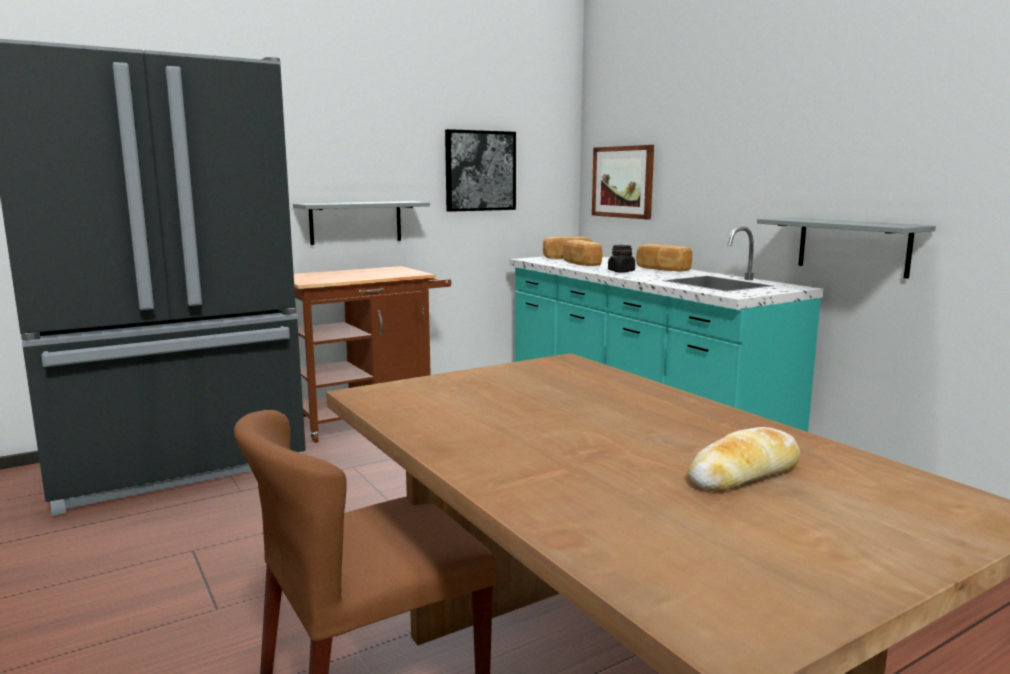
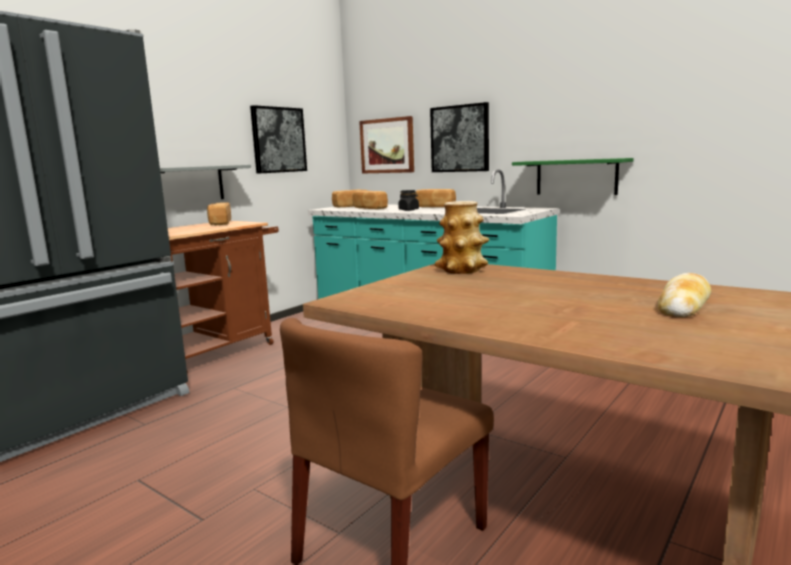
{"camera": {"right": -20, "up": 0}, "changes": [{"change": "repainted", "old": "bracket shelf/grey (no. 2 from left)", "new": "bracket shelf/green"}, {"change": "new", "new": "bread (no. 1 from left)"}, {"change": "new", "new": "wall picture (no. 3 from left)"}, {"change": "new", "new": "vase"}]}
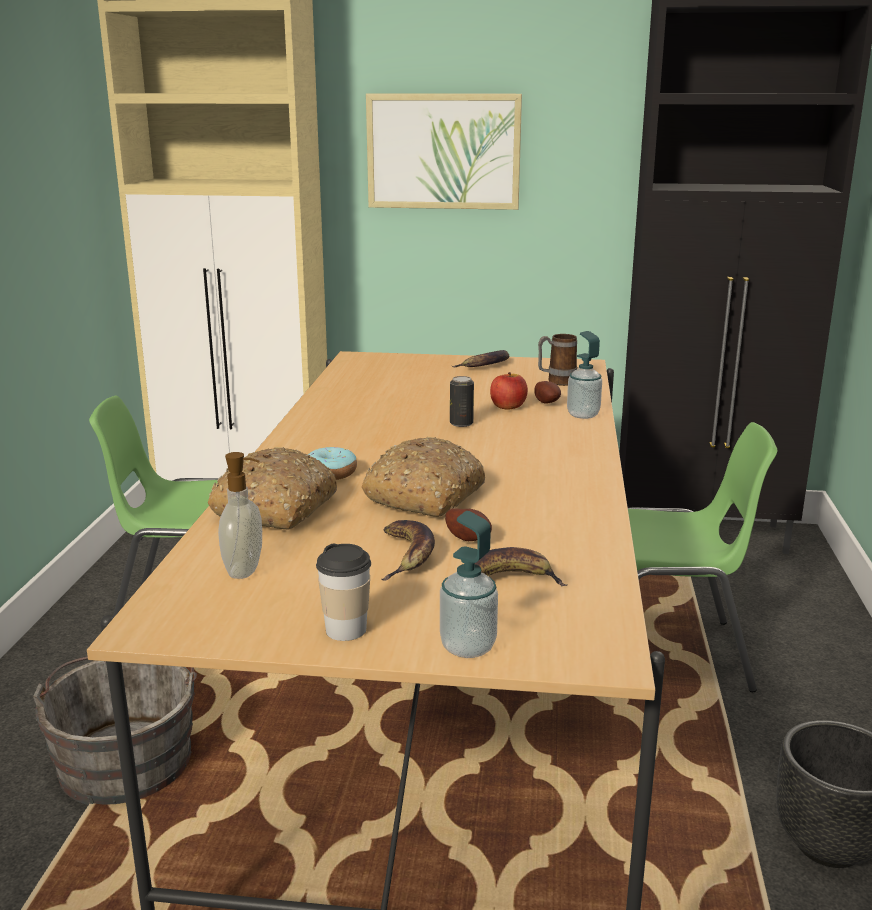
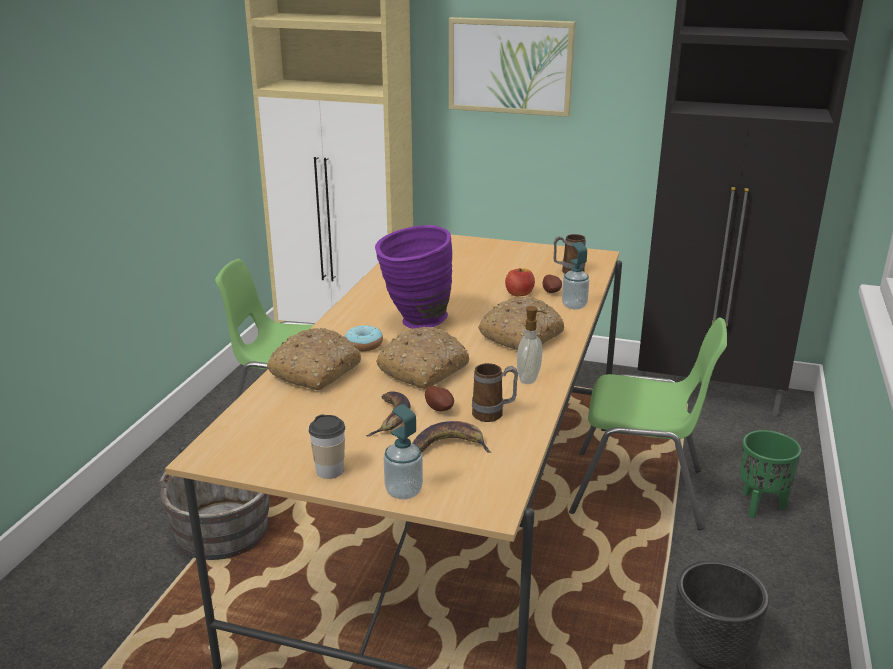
{"camera": {"right": 10, "up": 5}, "changes": [{"change": "shifted", "old": "soap dispenser (no. 1 from left in the first image)", "new": "soap dispenser (no. 2 from left)"}, {"change": "gone", "old": "can"}, {"change": "gone", "old": "banana (no. 2 from left)"}, {"change": "new", "new": "vase/purple"}, {"change": "new", "new": "coffee mug (no. 1 from left)"}, {"change": "new", "new": "bread (no. 3 from left)"}, {"change": "new", "new": "planter/green"}]}
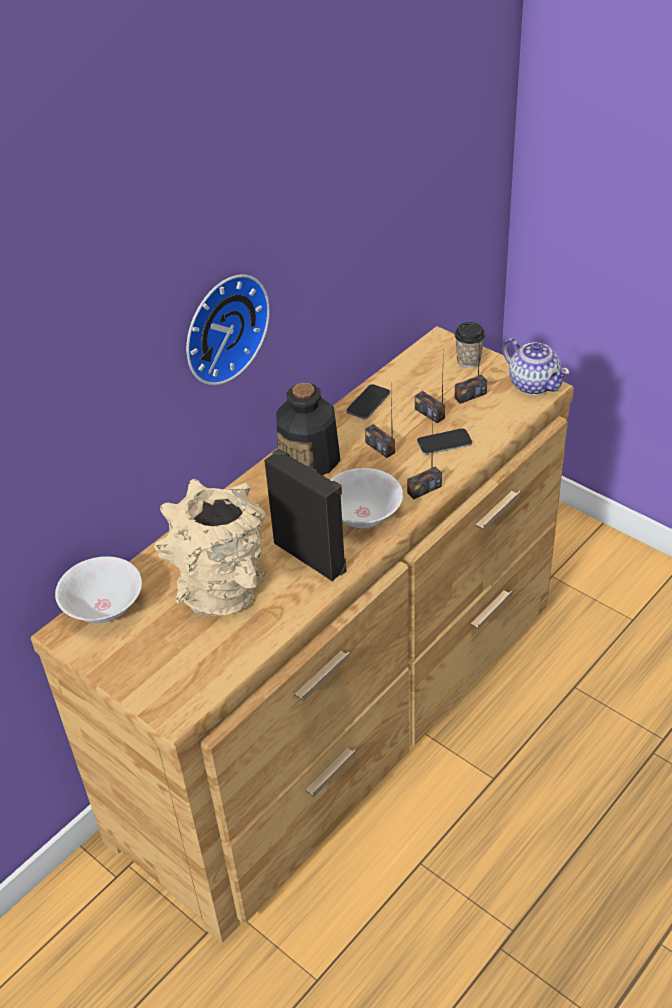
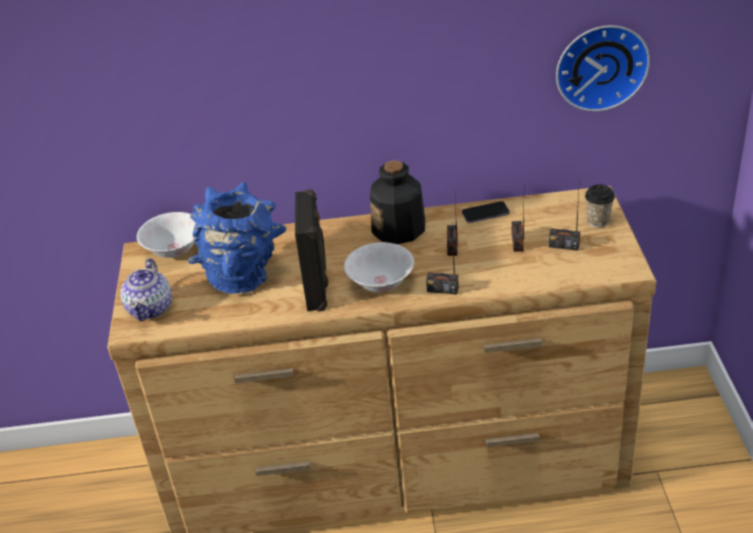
{"camera": {"right": 45, "up": -5}, "changes": [{"change": "repainted", "old": "vase/beige-coloured", "new": "vase/blue-coloured"}, {"change": "shifted", "old": "clock on the wall"}, {"change": "gone", "old": "handset (no. 2 from left)"}, {"change": "shifted", "old": "pot for tea"}]}
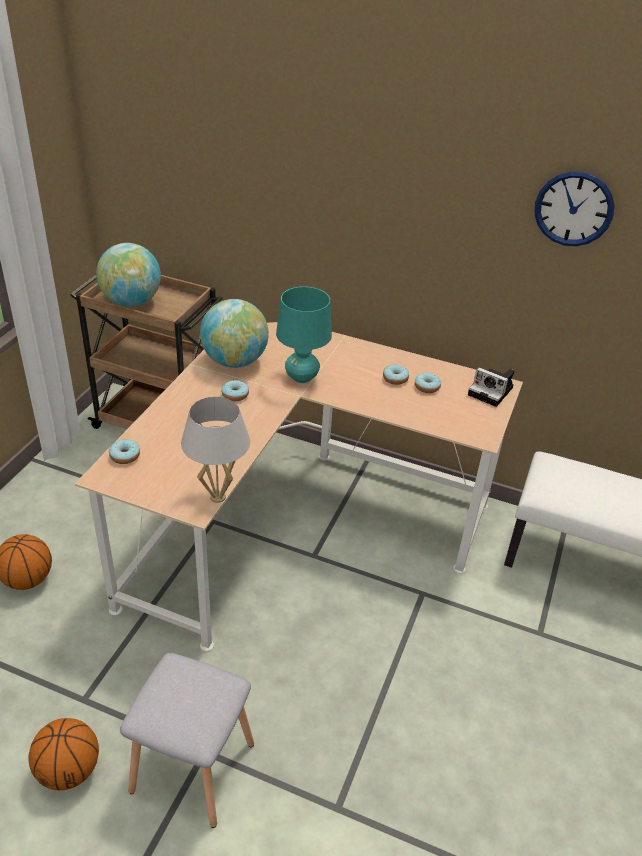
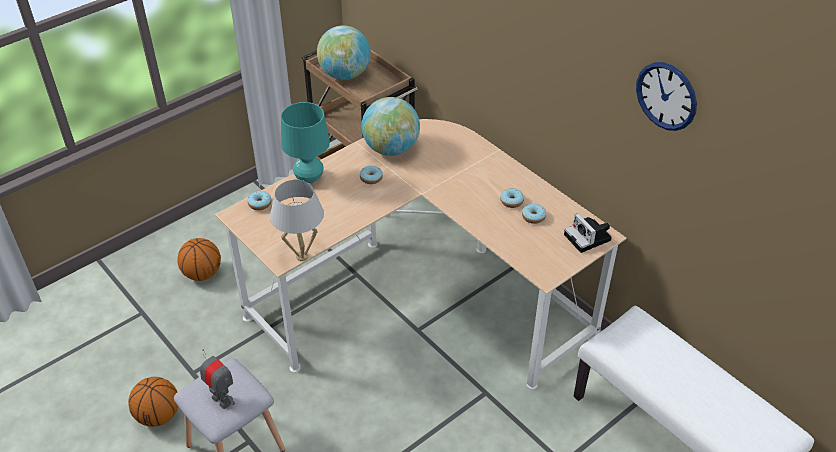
{"camera": {"right": 30, "up": 5}, "changes": [{"change": "shifted", "old": "lamp for a table/turquoise"}, {"change": "new", "new": "model robot"}]}
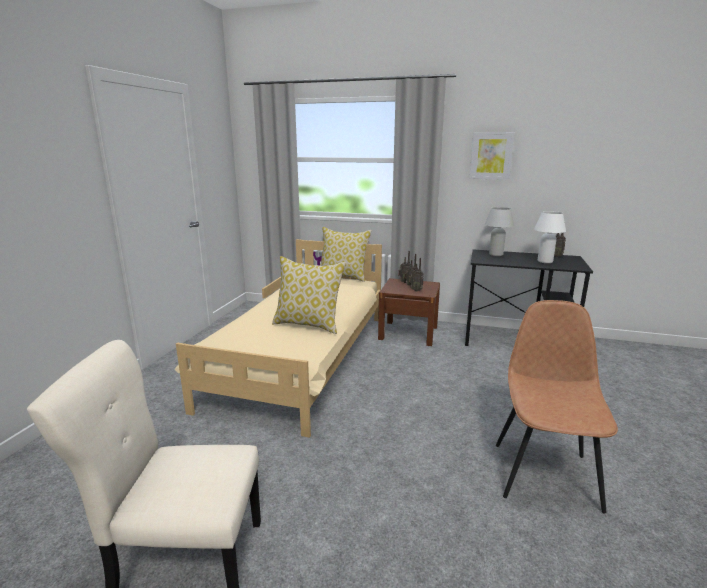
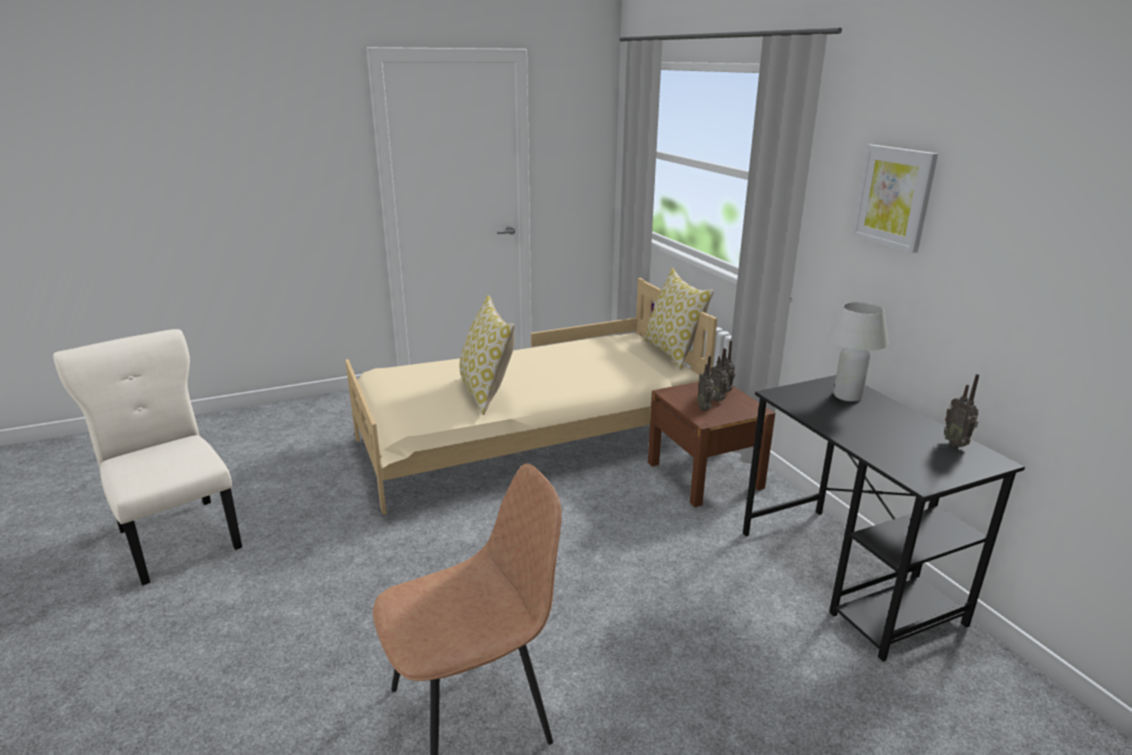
{"camera": {"right": 50, "up": 5}, "changes": [{"change": "gone", "old": "lamp for a table/white-coloured (no. 2 from left)"}]}
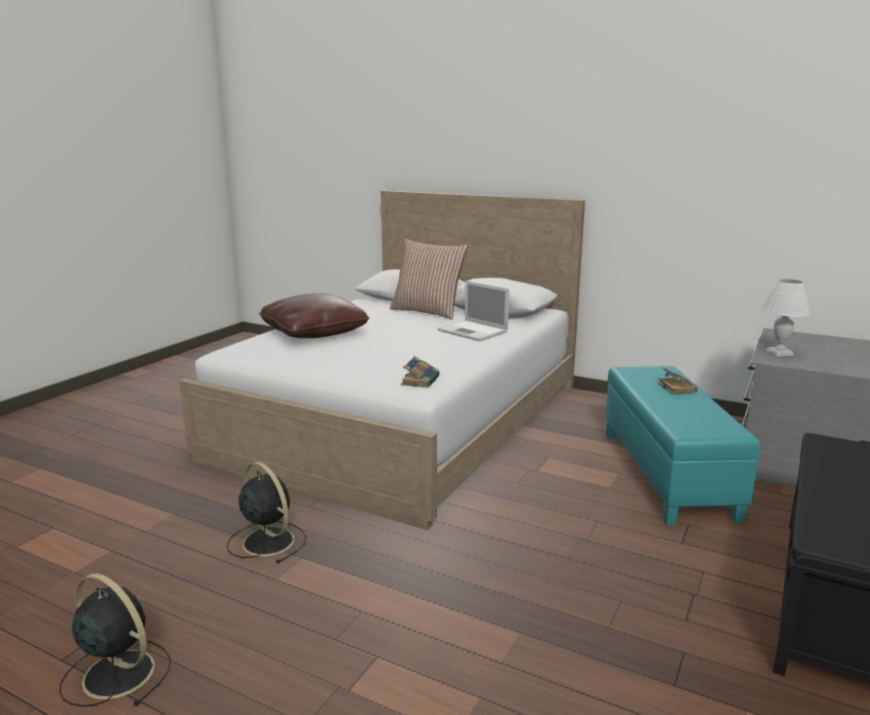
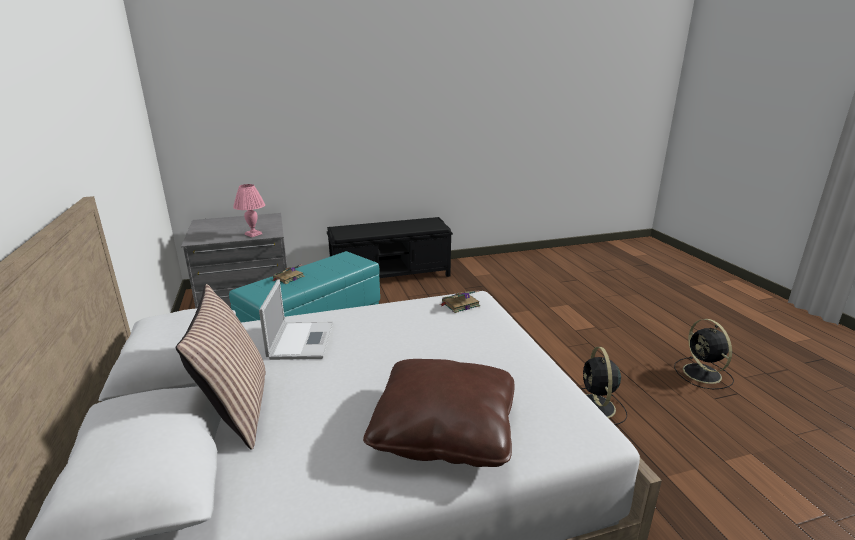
{"camera": {"right": -135, "up": 5}, "changes": [{"change": "repainted", "old": "lamp for a table/white-coloured", "new": "lamp for a table/pinkish"}]}
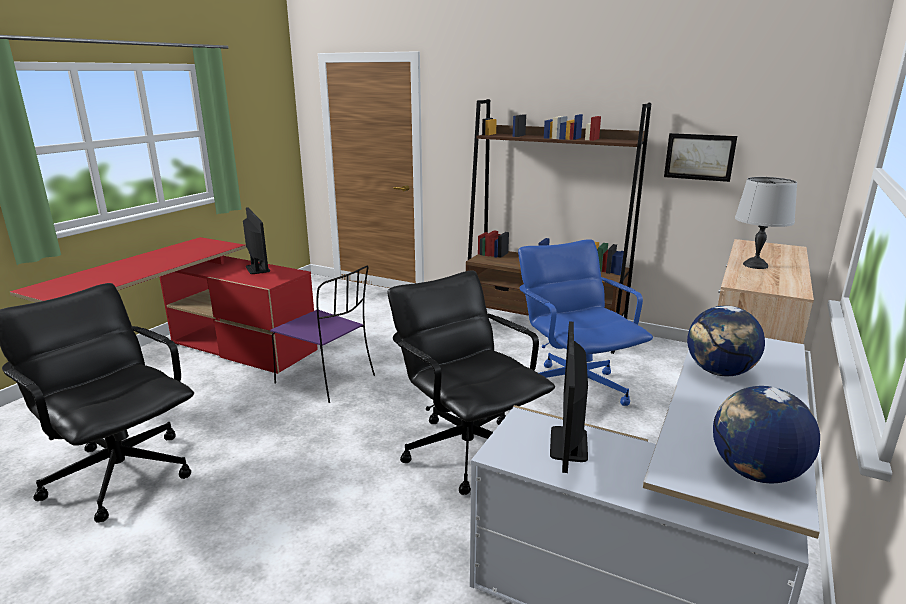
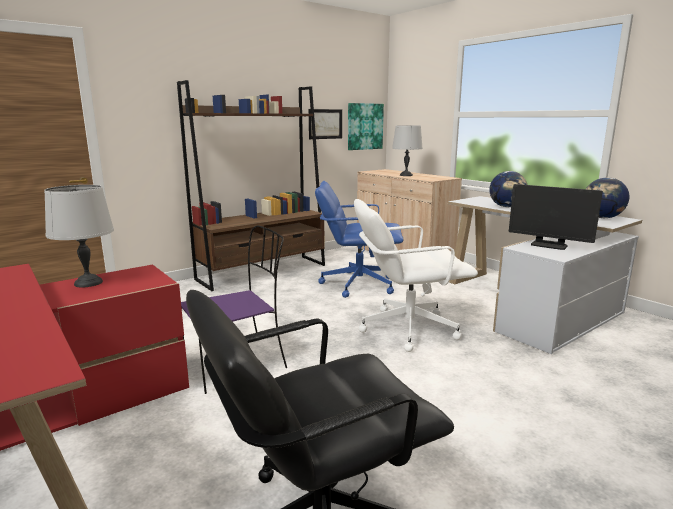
{"camera": {"right": -65, "up": -5}, "changes": [{"change": "swapped", "old": "monitor (no. 1 from left)", "new": "lamp for a table/grey (no. 1 from left)"}, {"change": "repainted", "old": "computer chair/black-coloured (no. 2 from left)", "new": "computer chair/white-coloured"}, {"change": "new", "new": "wall picture (no. 2 from left)"}]}
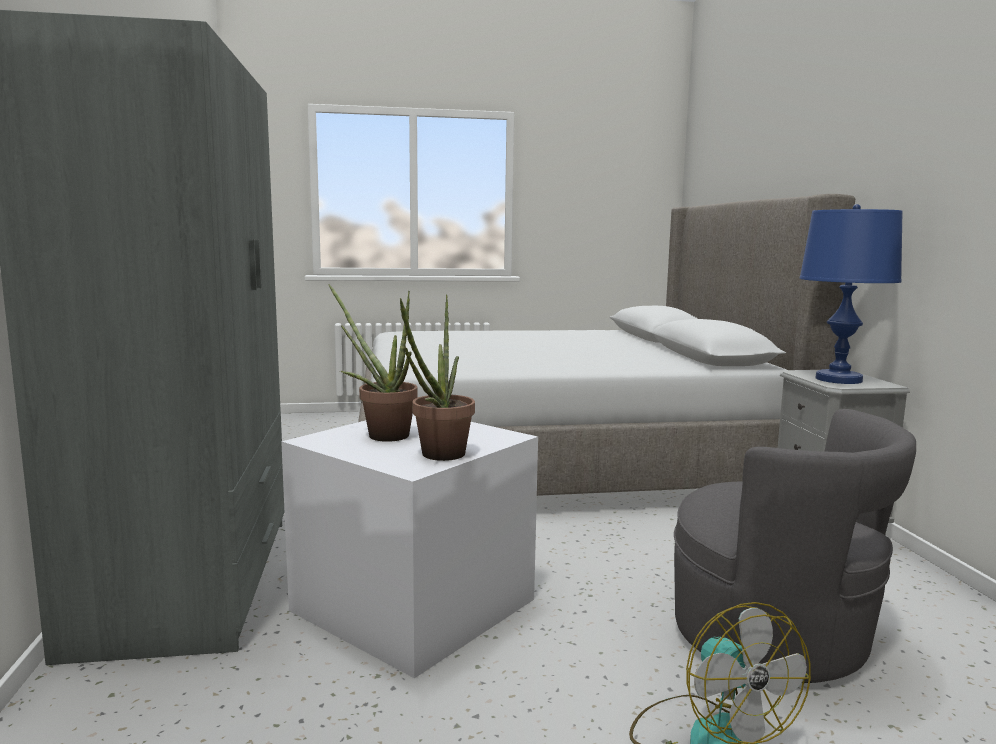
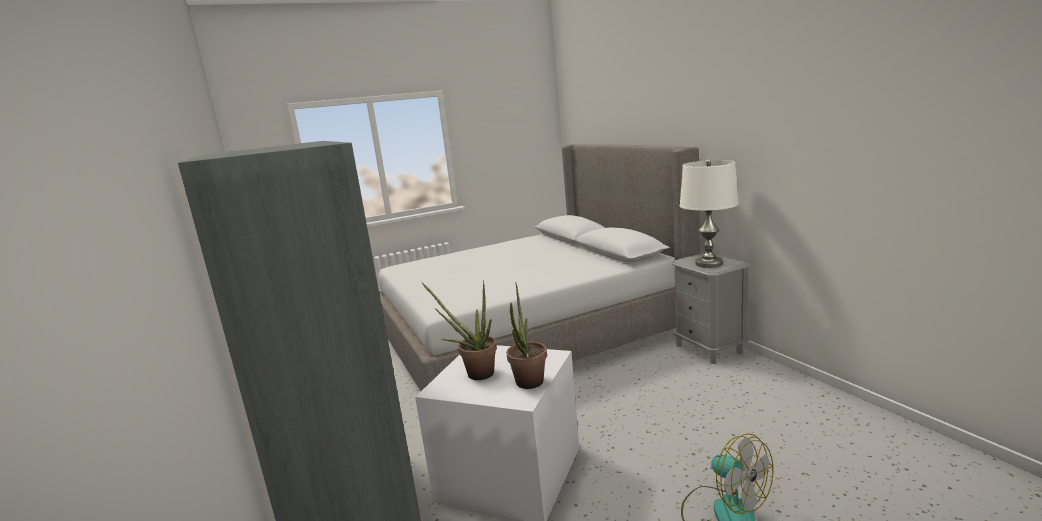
{"camera": {"right": -15, "up": 5}, "changes": [{"change": "gone", "old": "lounge chair/grey"}, {"change": "repainted", "old": "lamp for a table/blue-coloured", "new": "lamp for a table/white-coloured"}]}
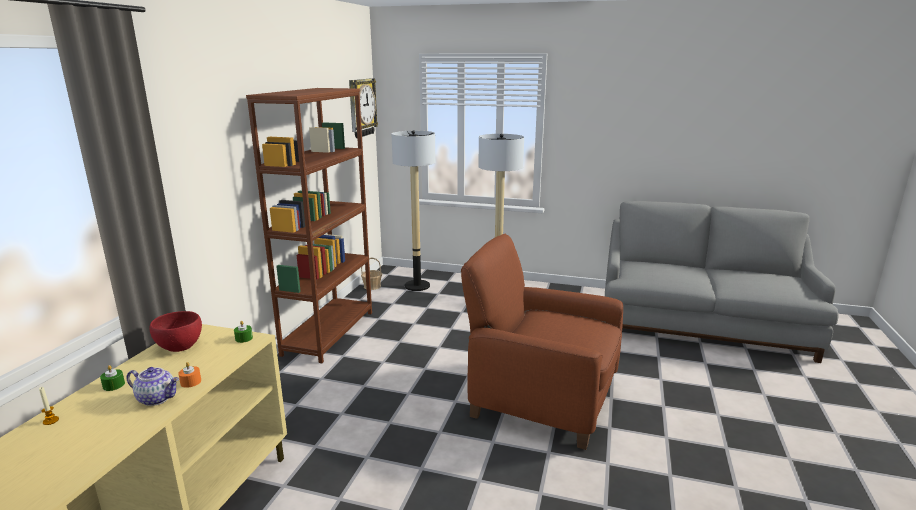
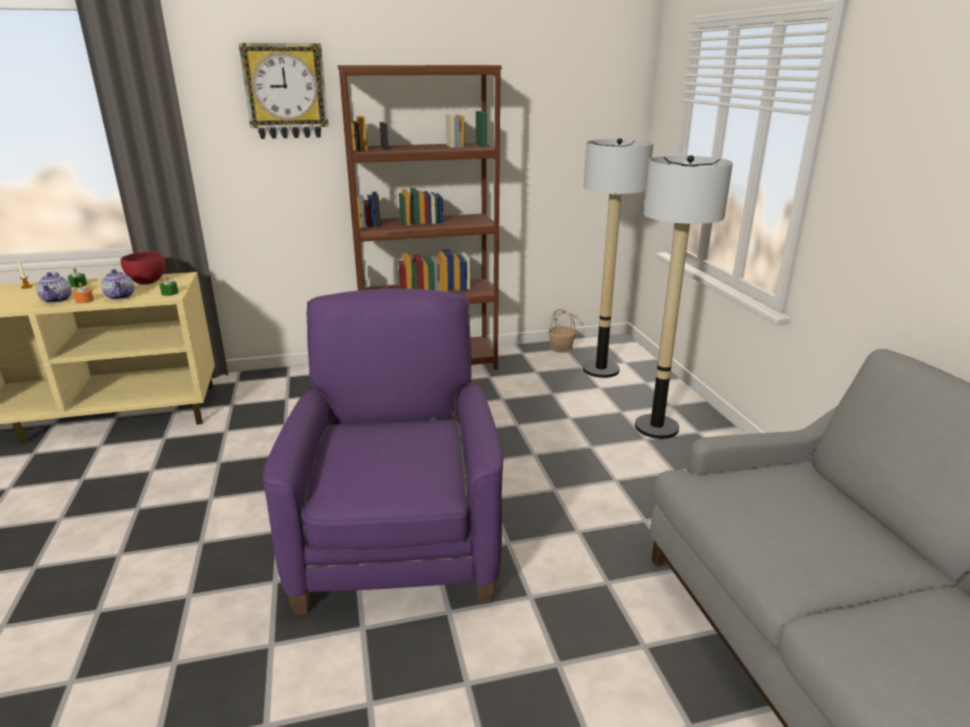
{"camera": {"right": 60, "up": 5}, "changes": [{"change": "shifted", "old": "clock on the wall"}, {"change": "repainted", "old": "lounge chair/brownish", "new": "lounge chair/purple"}, {"change": "new", "new": "pot for tea (no. 2 from left)"}]}
